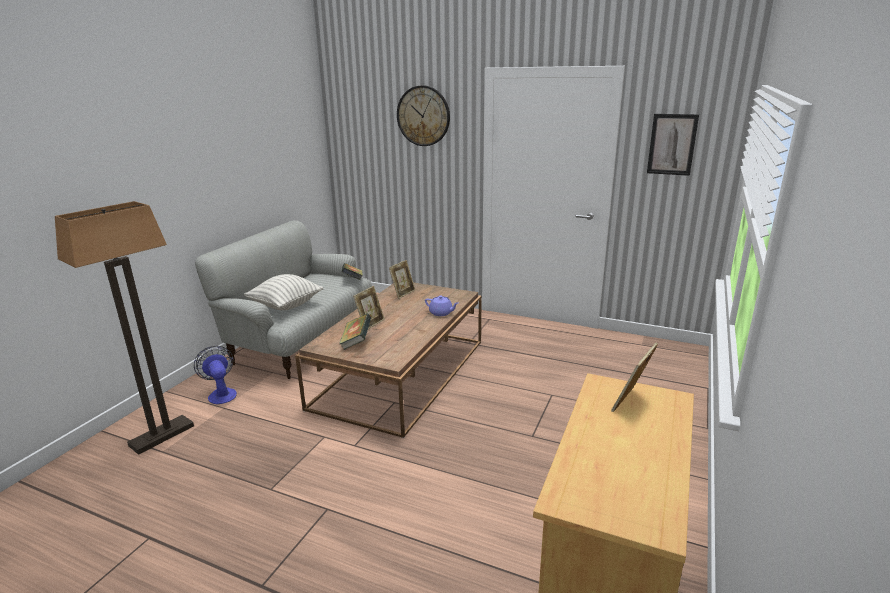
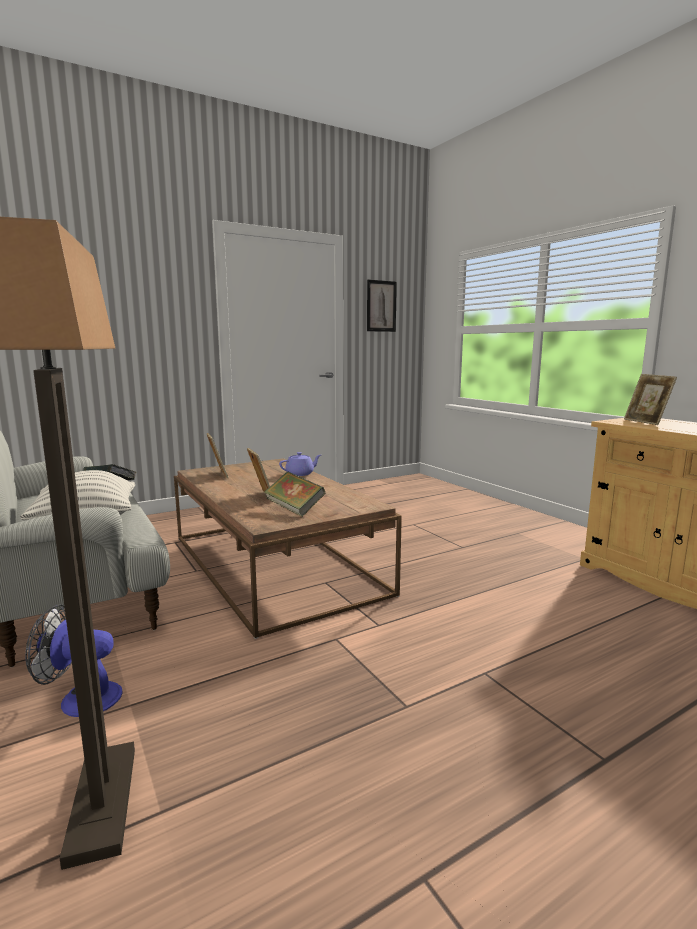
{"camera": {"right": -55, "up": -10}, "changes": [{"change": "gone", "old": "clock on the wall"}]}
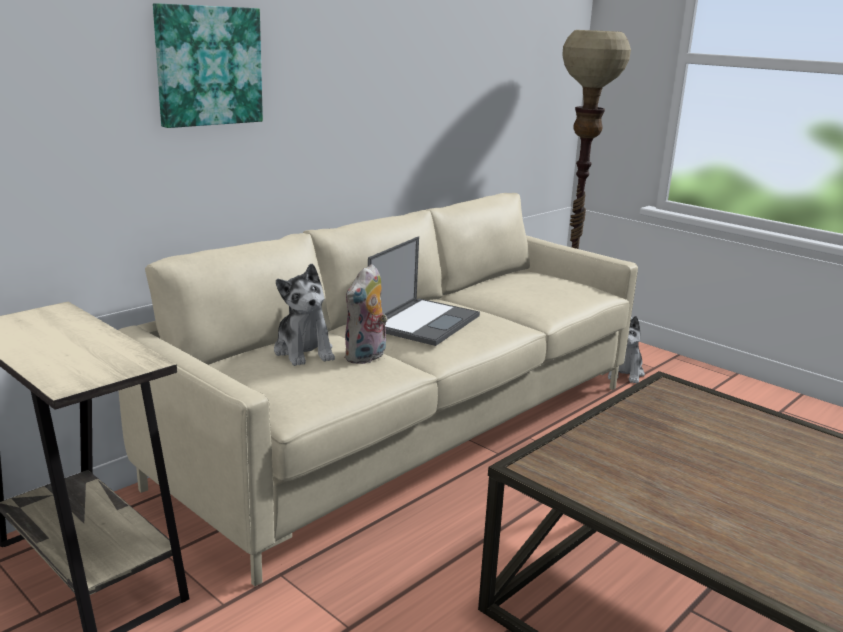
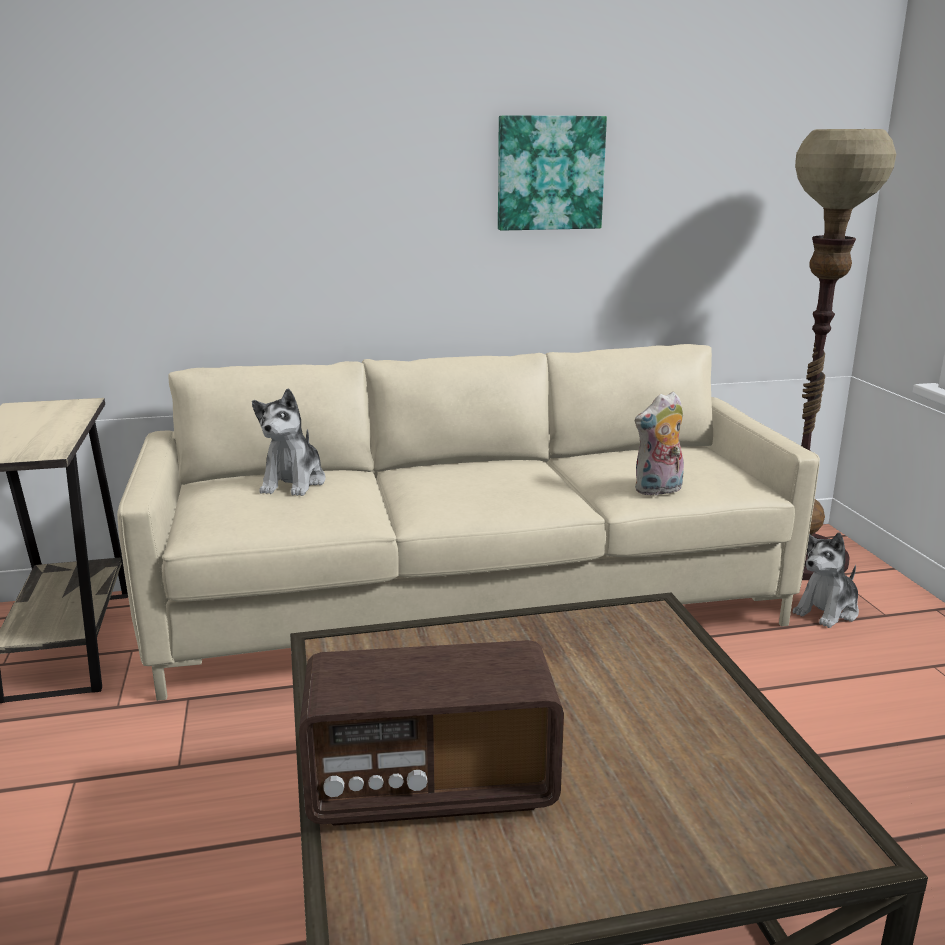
{"camera": {"right": 35, "up": 0}, "changes": [{"change": "shifted", "old": "wall picture"}, {"change": "shifted", "old": "cuddly toy (no. 2 from left)"}, {"change": "gone", "old": "notebook computer"}, {"change": "new", "new": "radio receiver"}]}
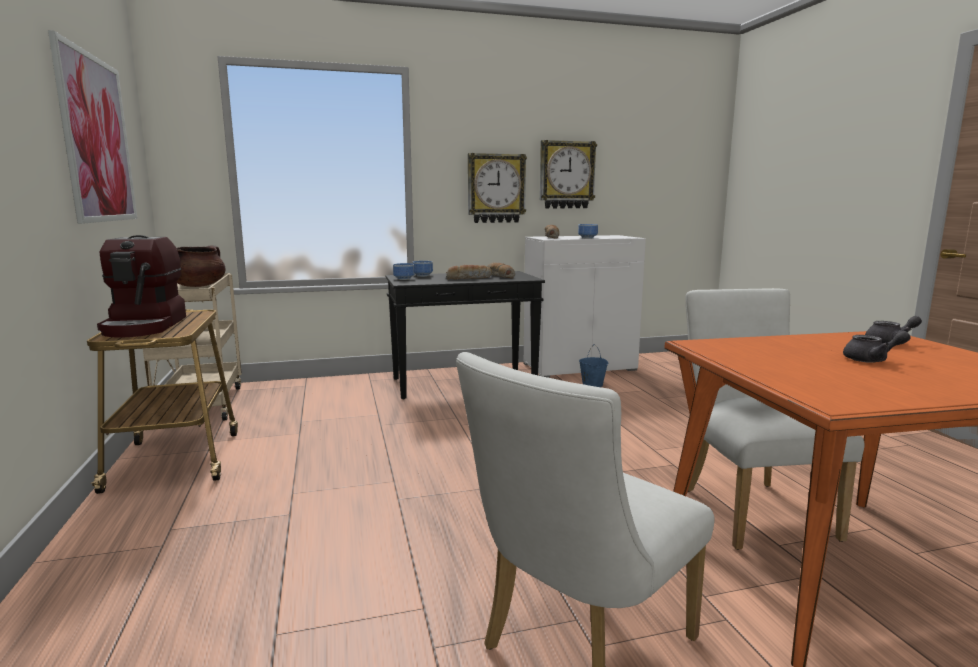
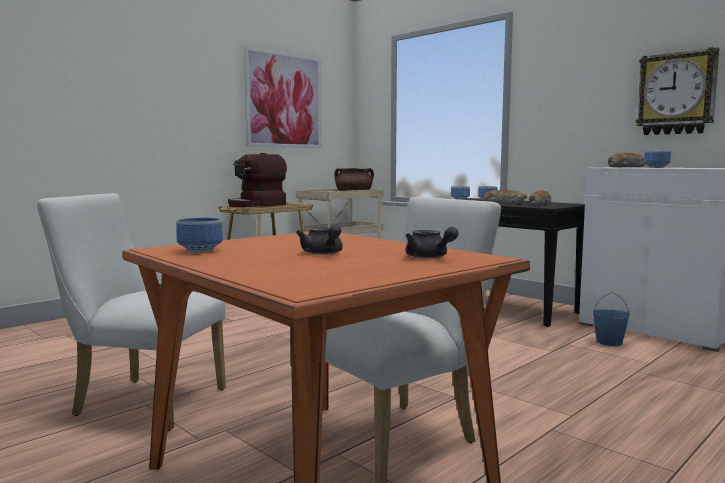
{"camera": {"right": 60, "up": -5}, "changes": [{"change": "gone", "old": "clock on the wall (no. 1 from left)"}, {"change": "new", "new": "serving bowl (no. 1 from left)"}]}
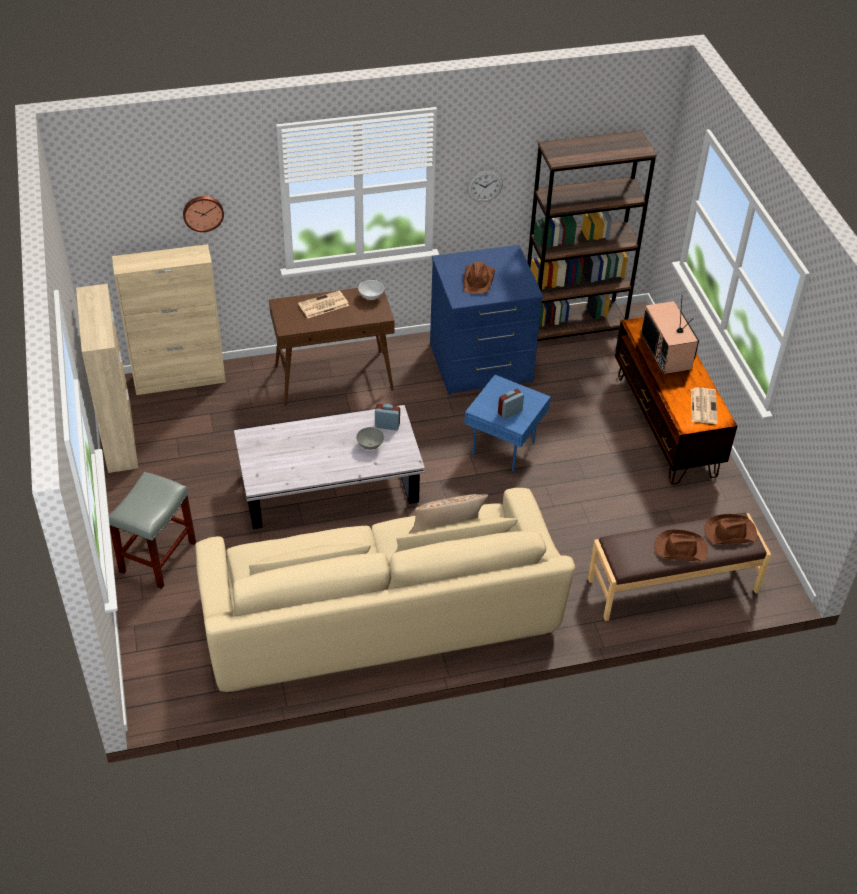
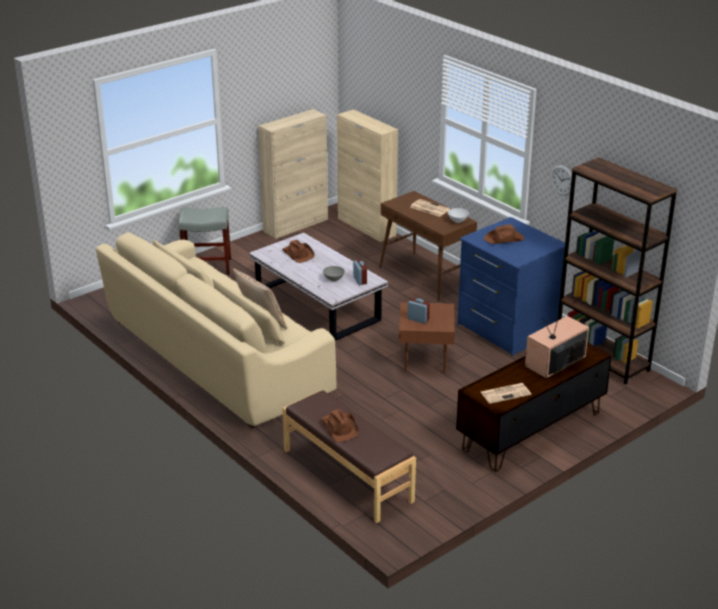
{"camera": {"right": 65, "up": -15}, "changes": [{"change": "gone", "old": "clock on the wall (no. 1 from left)"}, {"change": "repainted", "old": "accent table/blue-coloured", "new": "accent table/brownish"}, {"change": "shifted", "old": "clothing hat/brownish (no. 3 from left in the first image)", "new": "clothing hat/brownish (no. 1 from left)"}]}
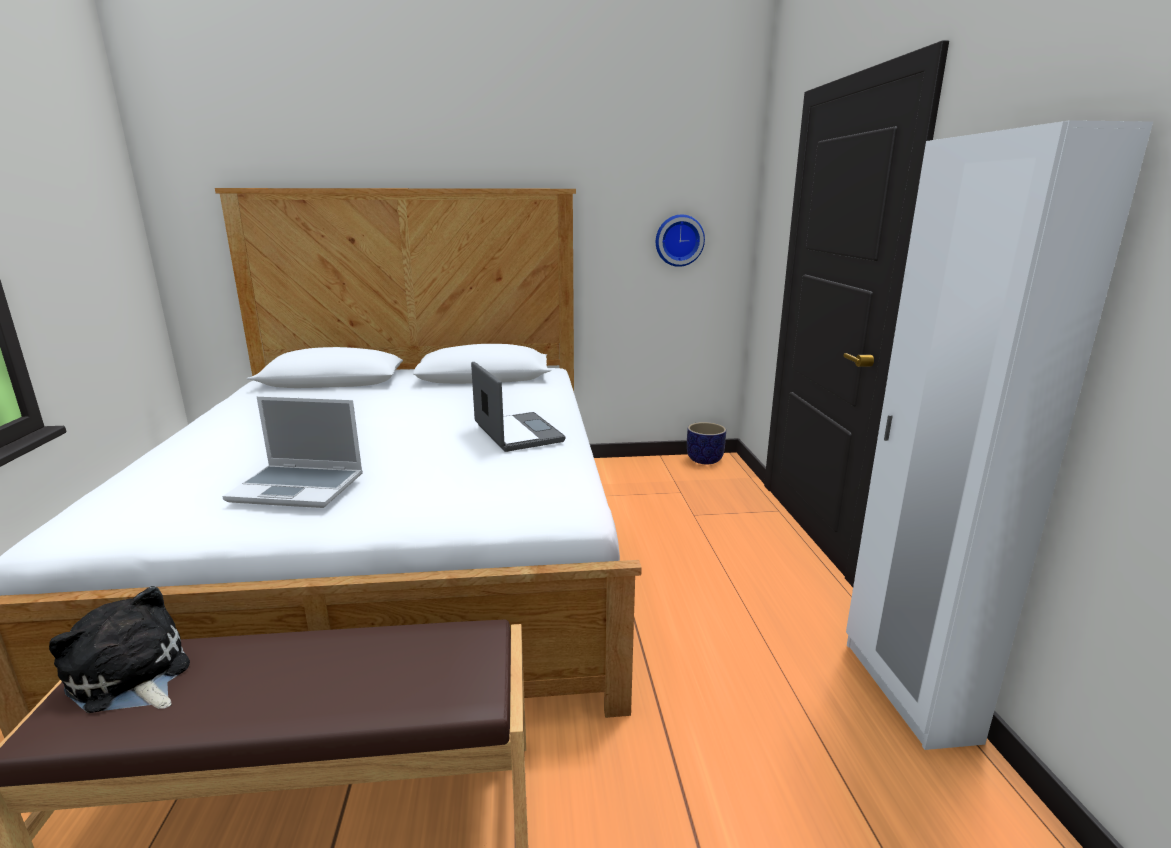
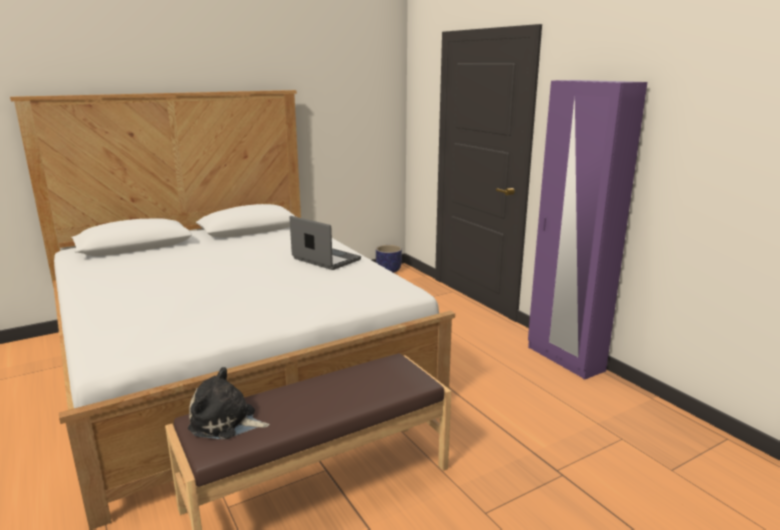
{"camera": {"right": -25, "up": 0}, "changes": [{"change": "gone", "old": "notebook computer (no. 1 from left)"}, {"change": "gone", "old": "clock on the wall"}, {"change": "repainted", "old": "wardrobe/white-coloured", "new": "wardrobe/purple"}]}
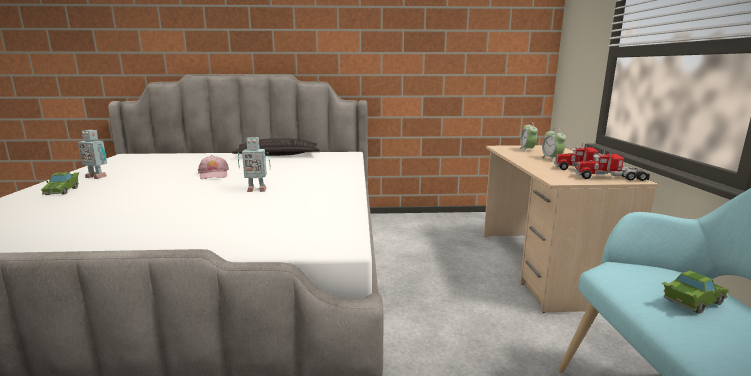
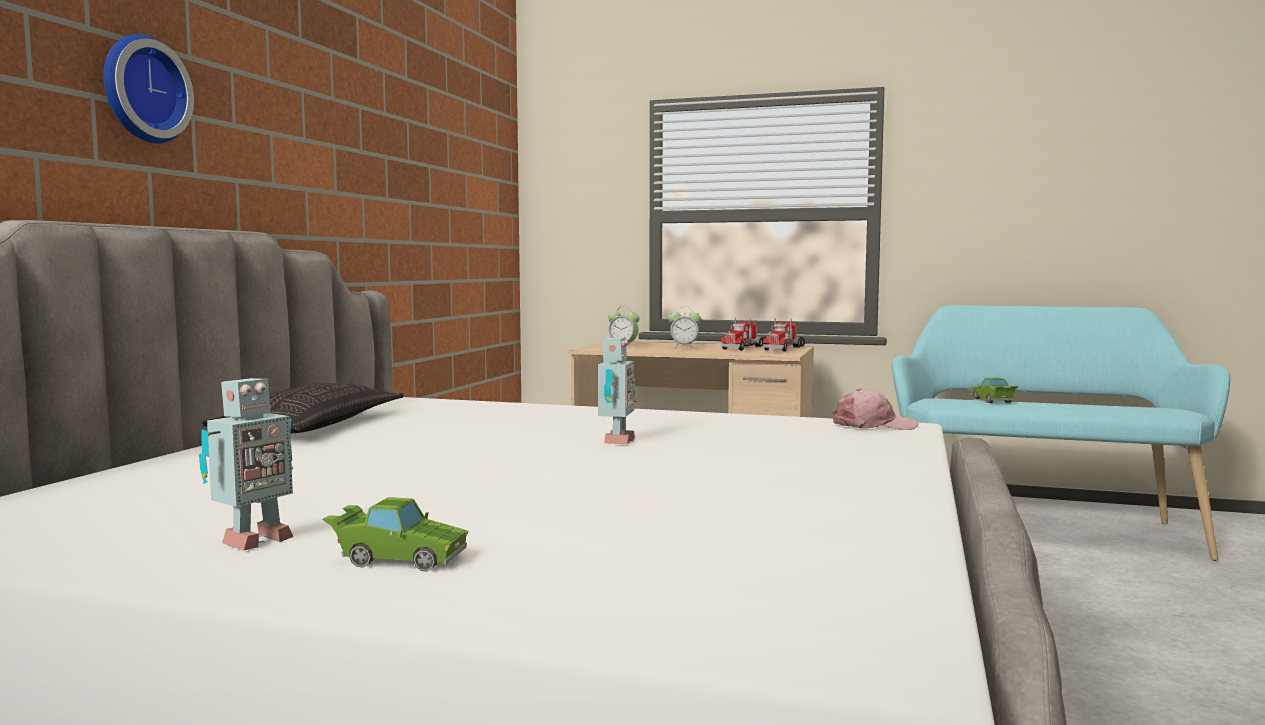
{"camera": {"right": -70, "up": -10}, "changes": [{"change": "shifted", "old": "peaked cap/pinkish"}, {"change": "new", "new": "clock on the wall"}]}
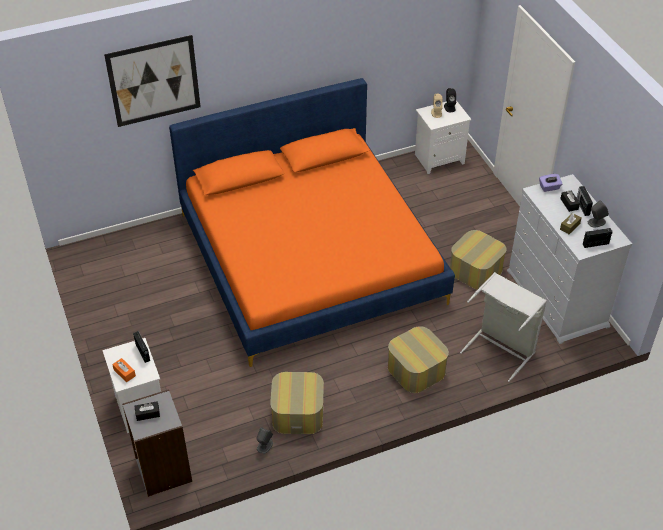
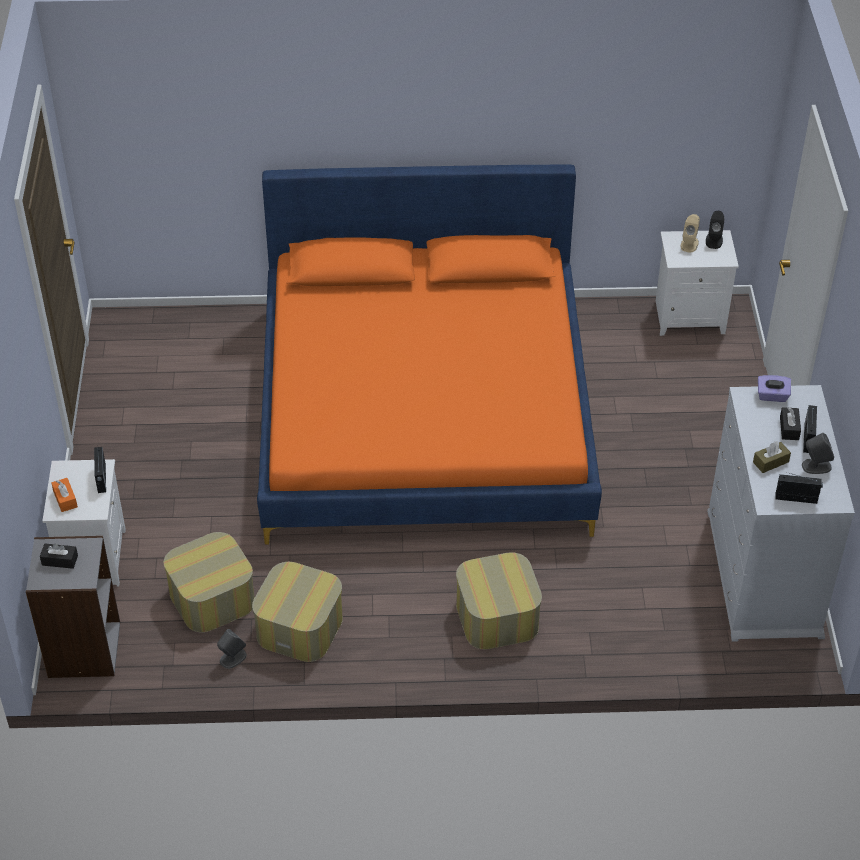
{"camera": {"right": 20, "up": 0}, "changes": [{"change": "gone", "old": "wall picture"}, {"change": "shifted", "old": "footrest (no. 3 from left in the first image)", "new": "footrest (no. 1 from left)"}, {"change": "gone", "old": "laundry basket/grey"}]}
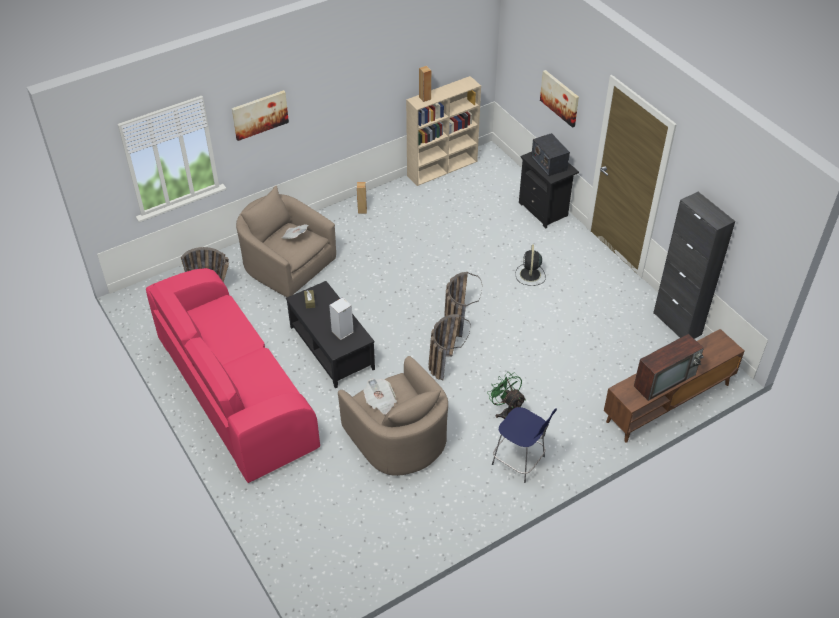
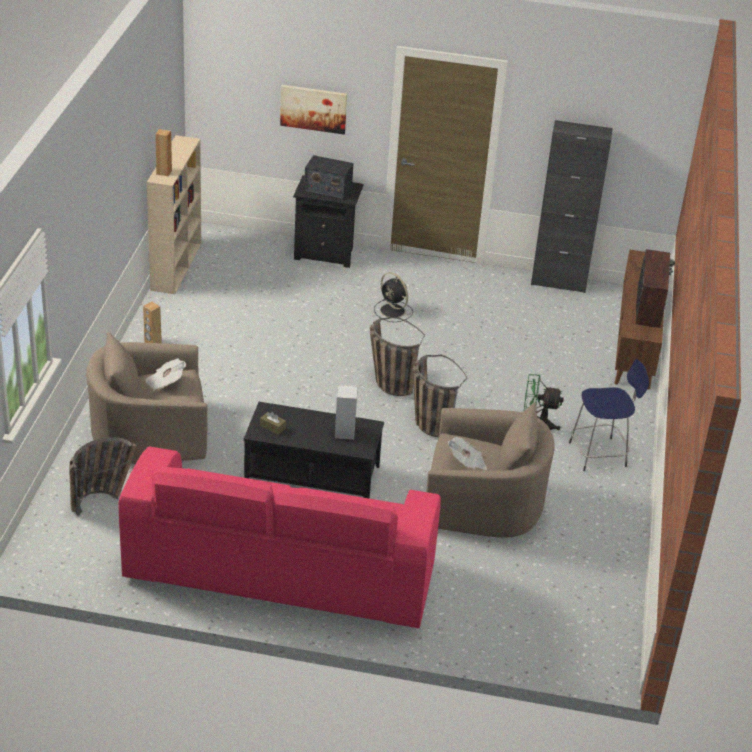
{"camera": {"right": -50, "up": -10}, "changes": [{"change": "gone", "old": "wall picture (no. 1 from left)"}]}
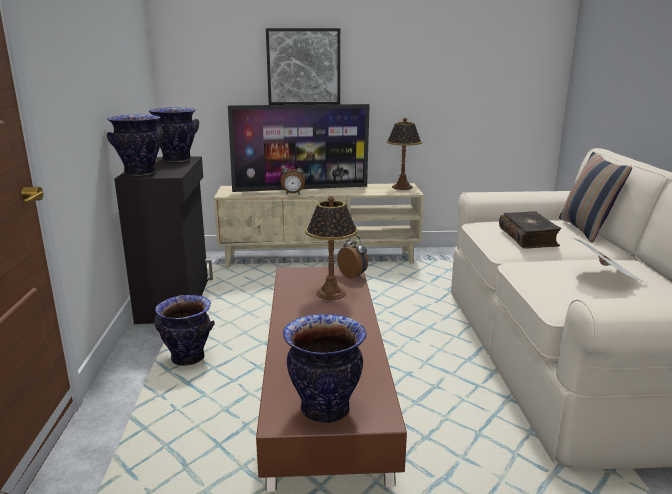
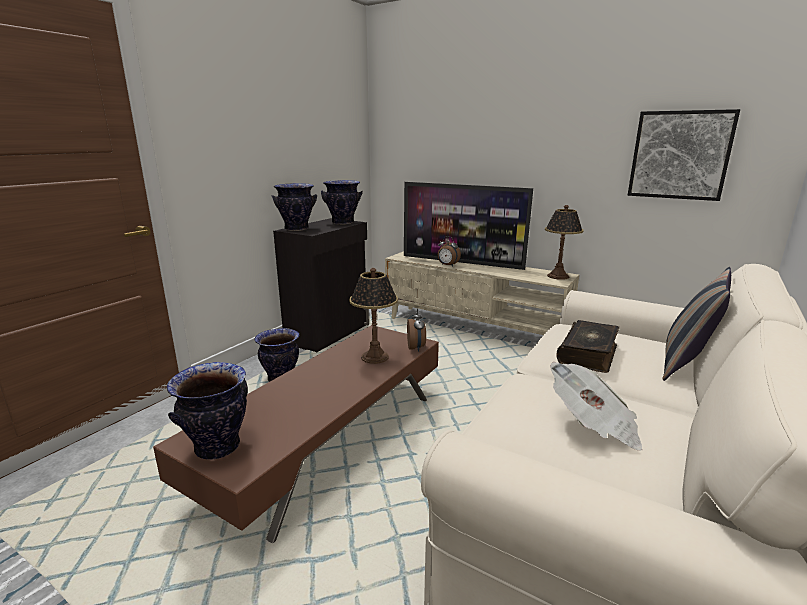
{"camera": {"right": 35, "up": 0}, "changes": [{"change": "shifted", "old": "wall picture"}]}
